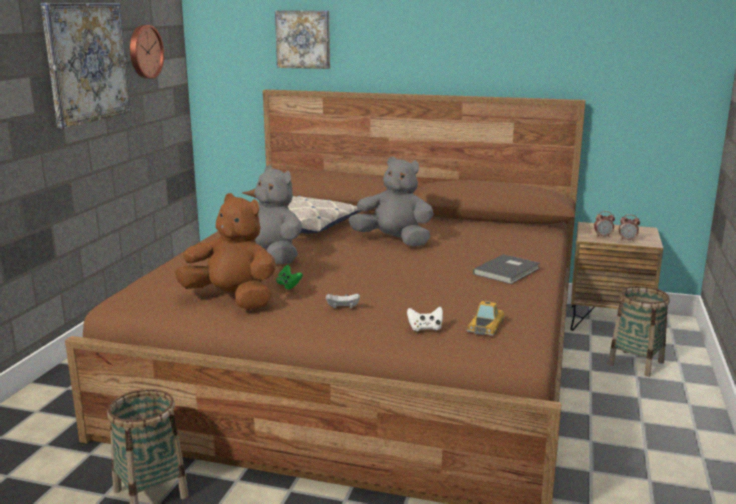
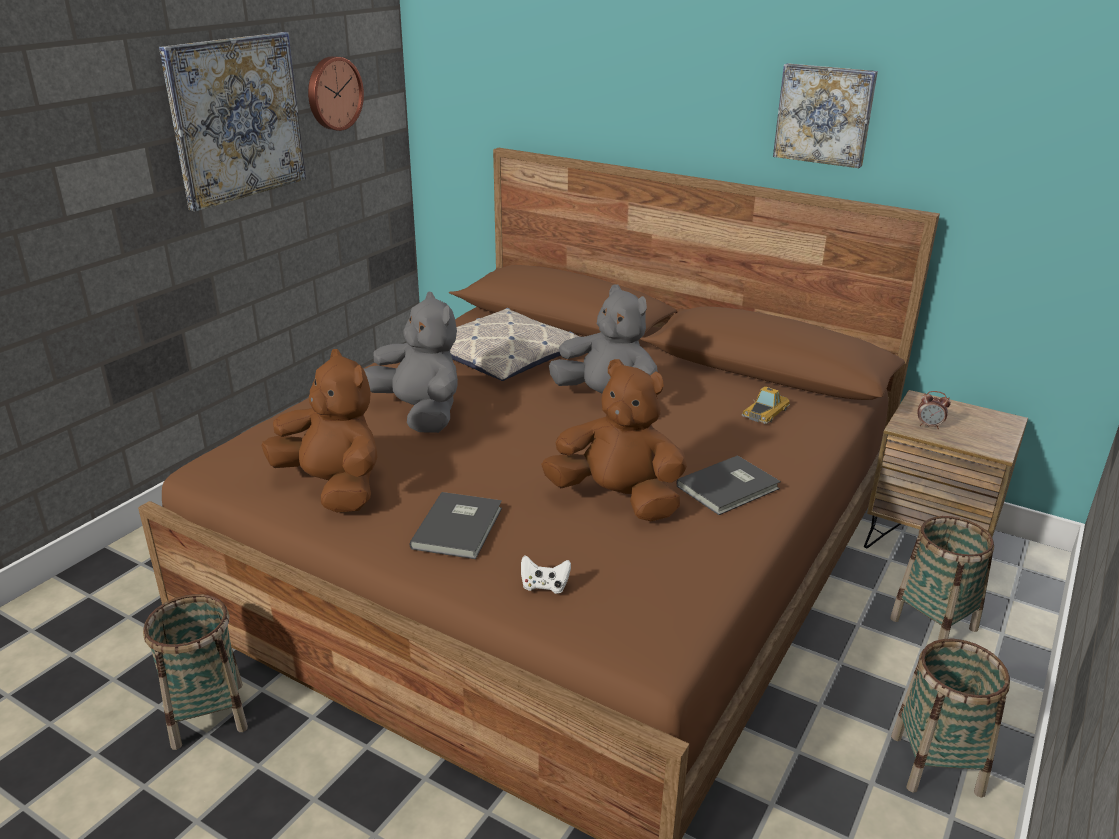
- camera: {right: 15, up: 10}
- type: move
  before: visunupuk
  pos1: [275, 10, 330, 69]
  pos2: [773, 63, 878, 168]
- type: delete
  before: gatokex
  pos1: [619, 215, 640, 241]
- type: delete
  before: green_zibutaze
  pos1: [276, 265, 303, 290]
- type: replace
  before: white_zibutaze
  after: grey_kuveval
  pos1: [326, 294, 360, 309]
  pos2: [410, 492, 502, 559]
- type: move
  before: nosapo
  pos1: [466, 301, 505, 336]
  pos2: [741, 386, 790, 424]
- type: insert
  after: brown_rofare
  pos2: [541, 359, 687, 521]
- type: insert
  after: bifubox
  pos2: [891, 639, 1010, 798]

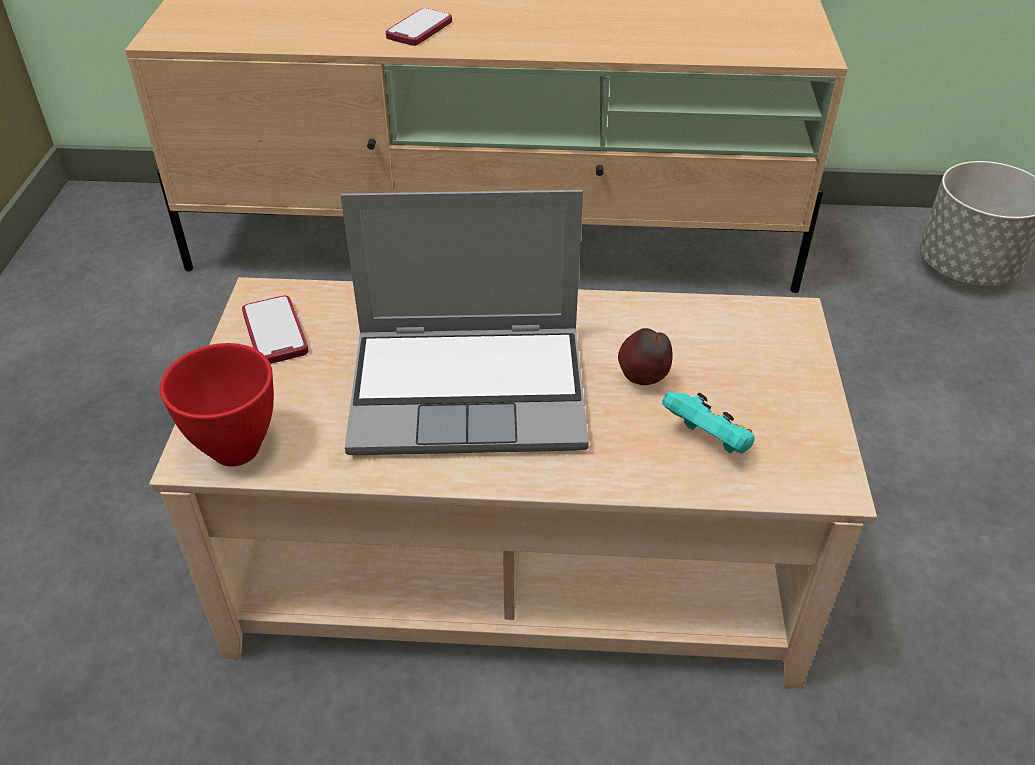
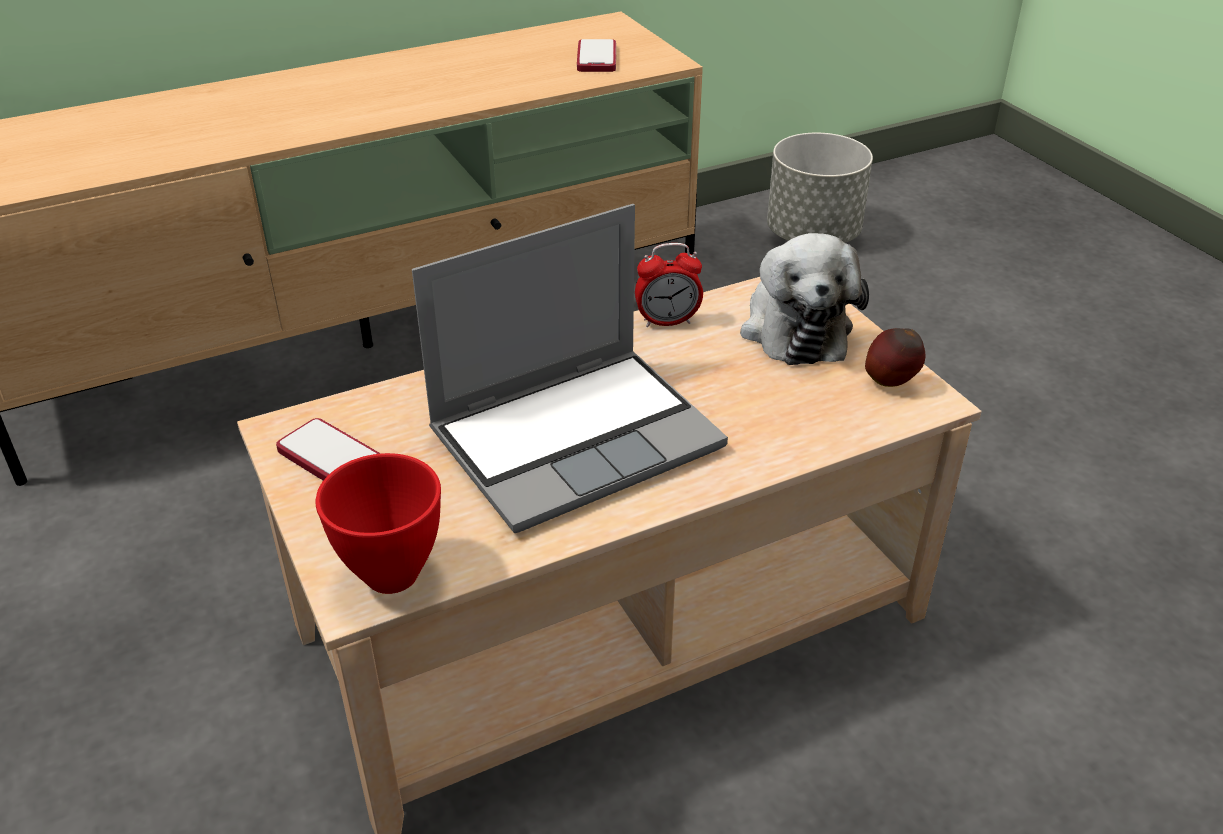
- camera: {right: -30, up: -5}
- type: move
  before: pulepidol
  pos1: [386, 8, 452, 46]
  pos2: [577, 39, 616, 72]
- type: move
  before: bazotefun
  pos1: [618, 328, 673, 385]
  pos2: [865, 328, 925, 387]
- type: delete
  before: turquoise_zibutaze
  pos1: [662, 392, 755, 453]
- type: insert
  after: rofare
  pos2: [740, 233, 869, 365]
- type: insert
  after: gatokex
  pos2: [635, 243, 703, 327]

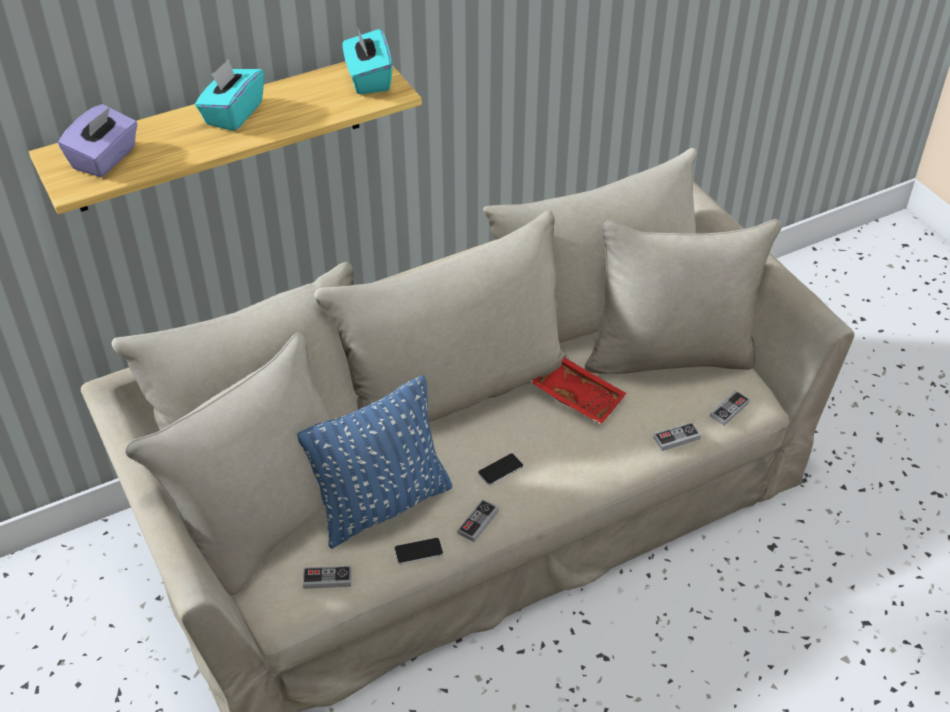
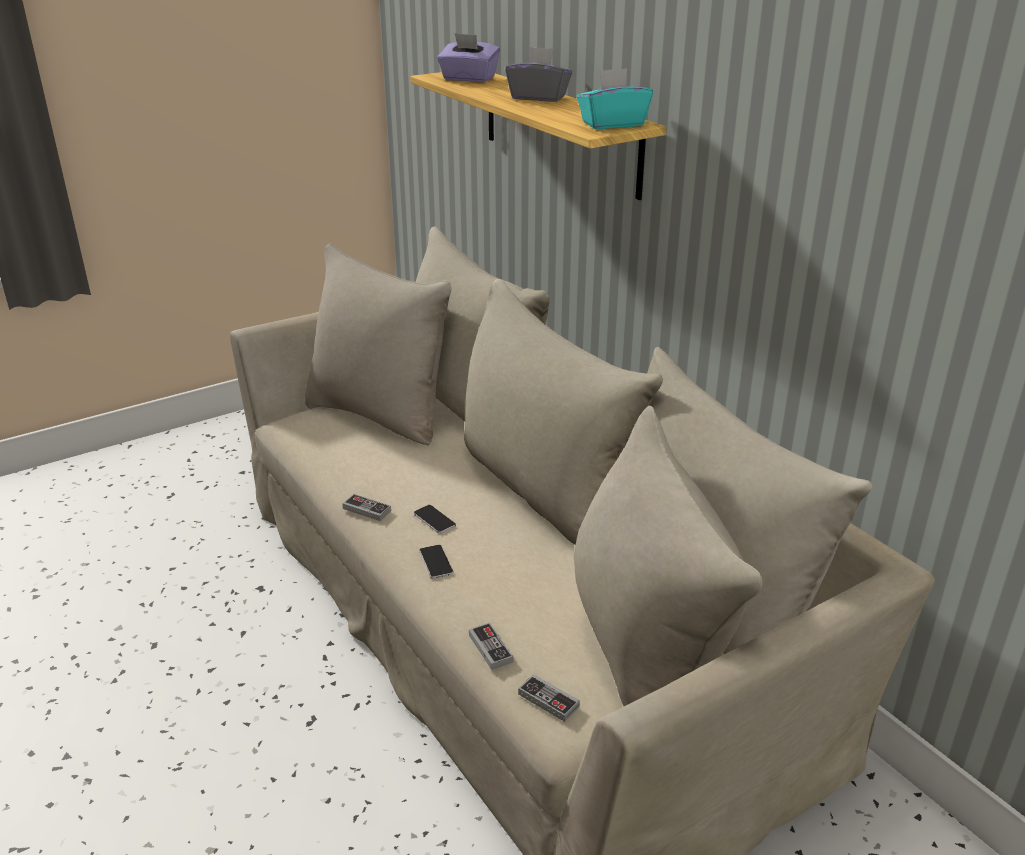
- camera: {right: 85, up: -15}
- type: recolor
  before: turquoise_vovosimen
  after: grey_vovosimen
  pos1: [195, 59, 264, 131]
  pos2: [505, 47, 572, 102]
- type: delete
  before: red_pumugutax
  pos1: [530, 357, 626, 425]
- type: delete
  before: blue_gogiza
  pos1: [297, 375, 452, 549]
- type: move
  before: pulepidol
  pos1: [394, 538, 443, 565]
  pos2: [419, 545, 453, 579]
- type: delete
  before: zibutaze
  pos1: [303, 566, 351, 589]

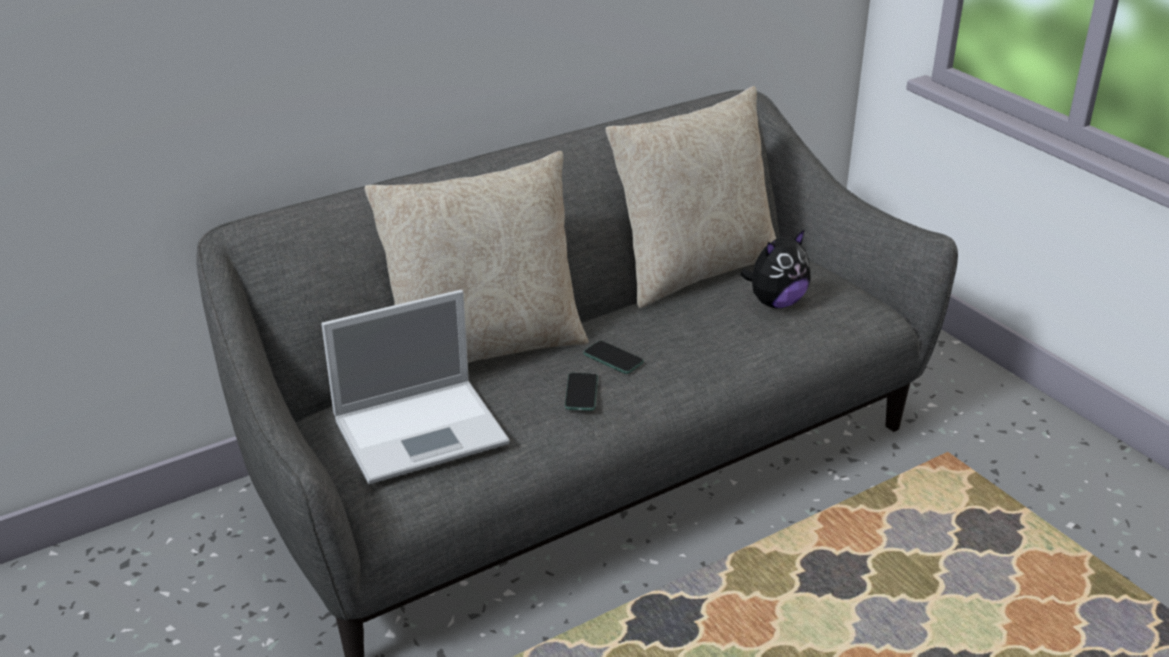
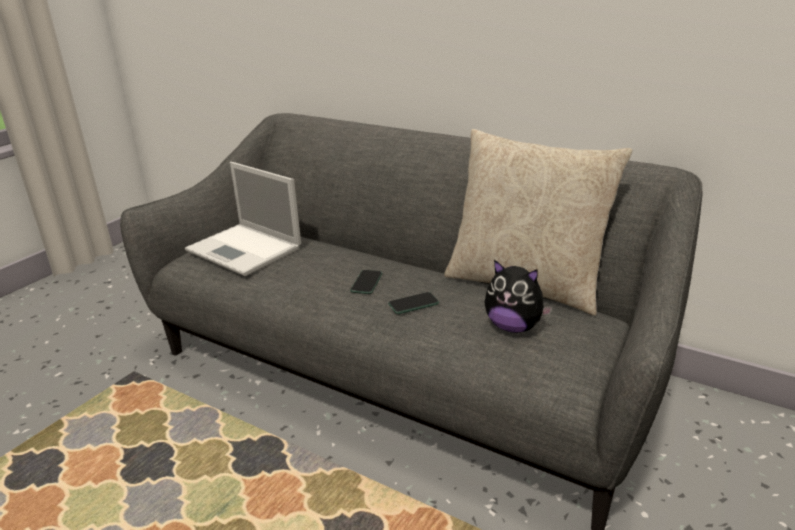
- camera: {right: 65, up: -5}
- type: delete
  before: beige_gogiza
  pos1: [364, 151, 589, 363]
- type: move
  before: pulepidol
  pos1: [565, 373, 598, 411]
  pos2: [388, 292, 439, 314]

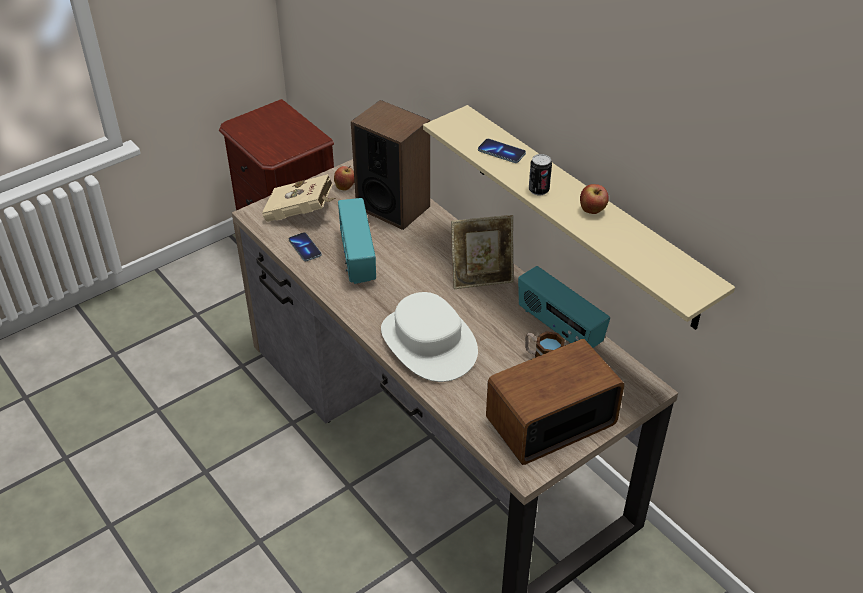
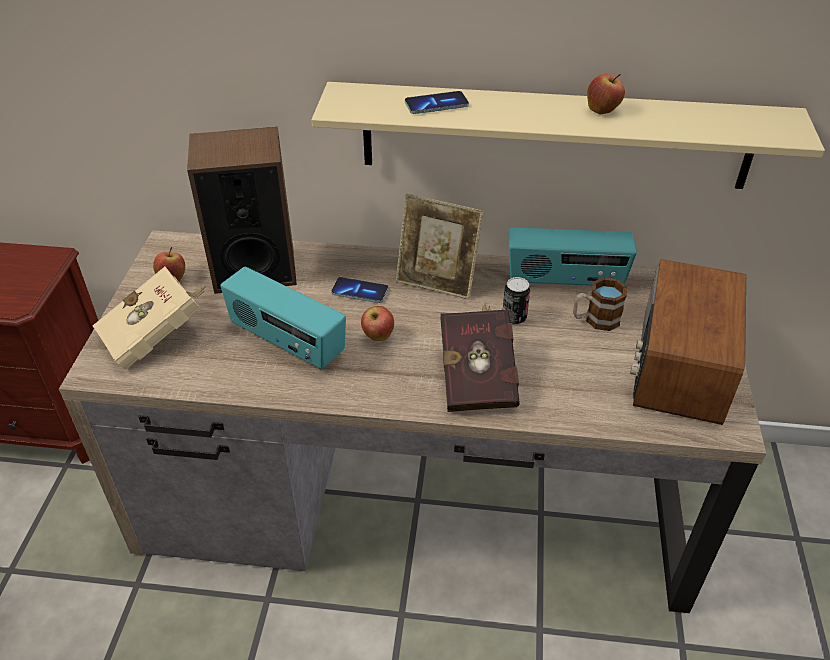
- camera: {right: -45, up: 0}
- type: move
  before: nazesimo
  pos1: [529, 154, 552, 195]
  pos2: [503, 277, 530, 325]
- type: rotate
  before: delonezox
  pos1: [451, 215, 514, 289]
  pos2: [396, 193, 484, 300]
  turn: 75
- type: move
  before: pulepidol
  pos1: [289, 232, 322, 261]
  pos2: [331, 277, 388, 303]
- type: replace
  before: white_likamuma
  after: red_kuveval
  pos1: [381, 292, 478, 382]
  pos2: [440, 302, 520, 412]
- type: insert
  after: bazotefun
  pos2: [361, 306, 394, 341]

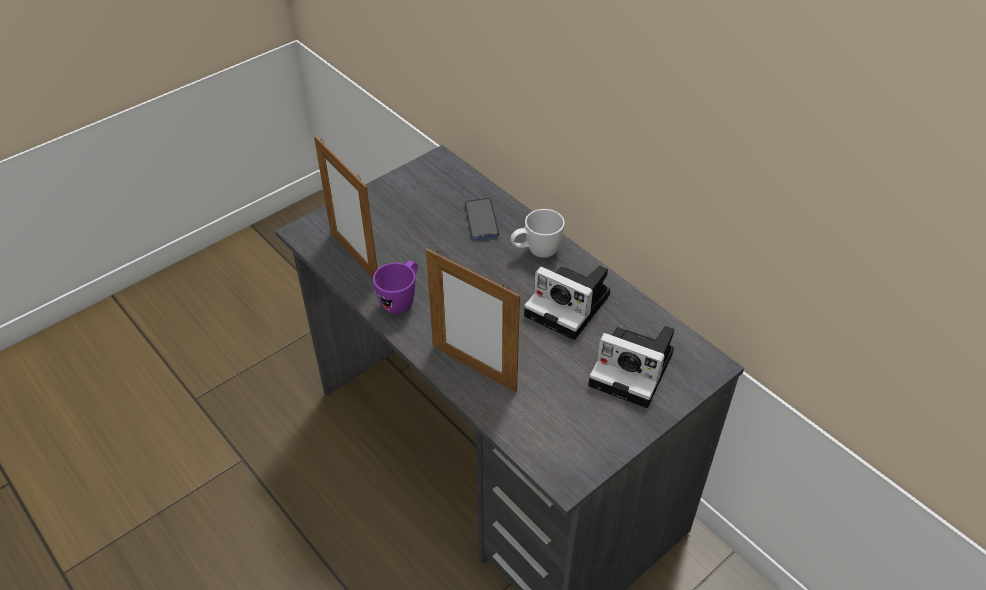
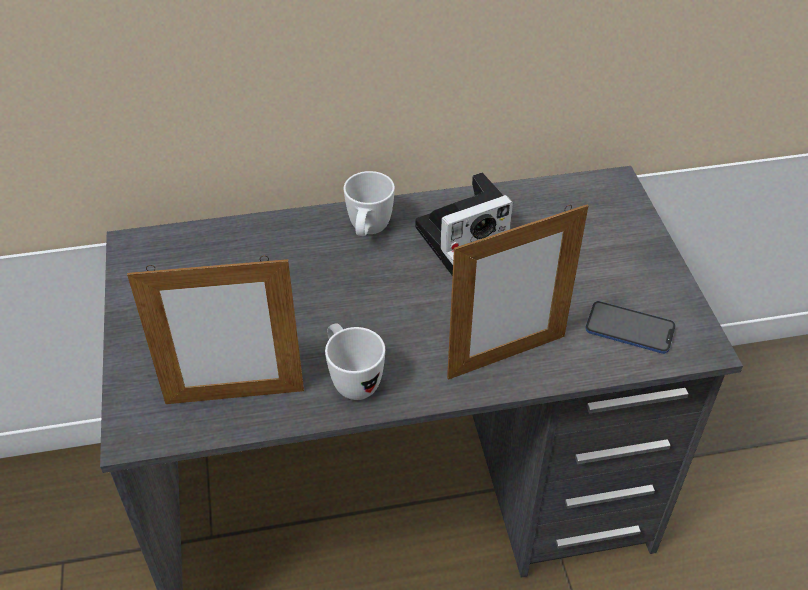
- camera: {right: -60, up: 0}
- type: move
  before: pulepidol
  pos1: [464, 198, 499, 240]
  pos2: [585, 301, 676, 354]
- type: recolor
  before: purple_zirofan
  after: white_zirofan
  pos1: [373, 261, 418, 314]
  pos2: [325, 323, 385, 400]
- type: delete
  before: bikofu
  pos1: [588, 326, 674, 408]

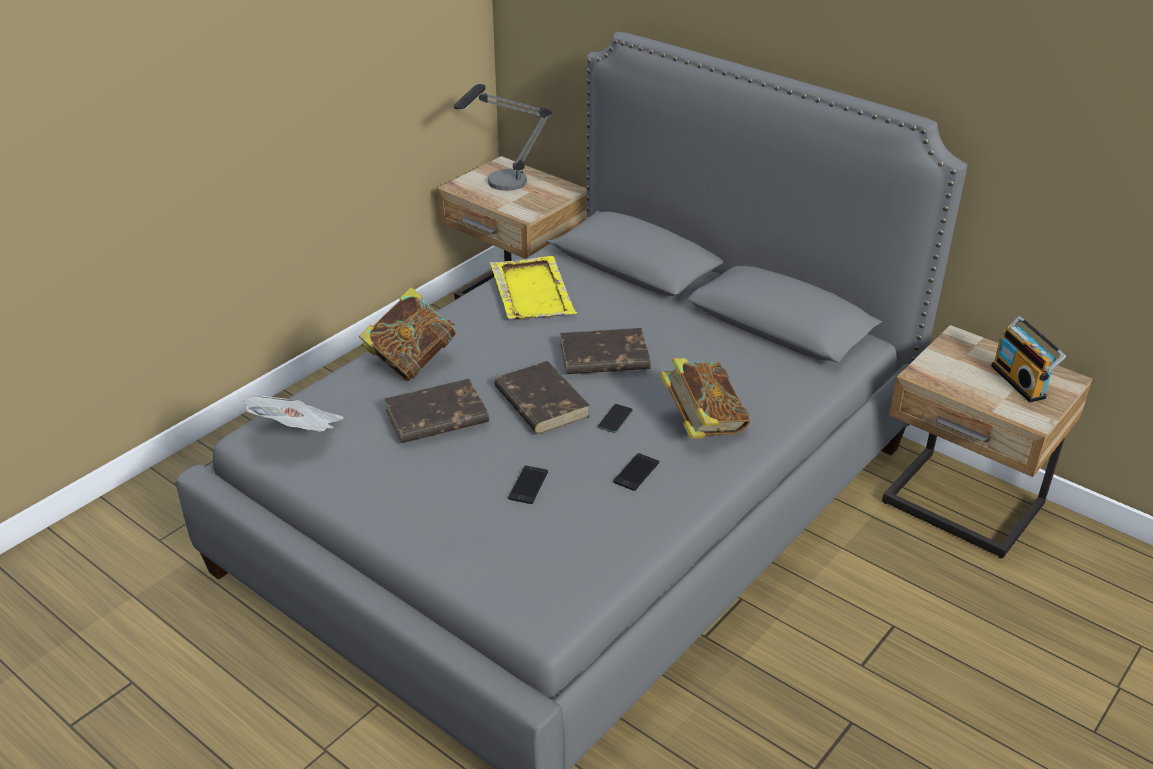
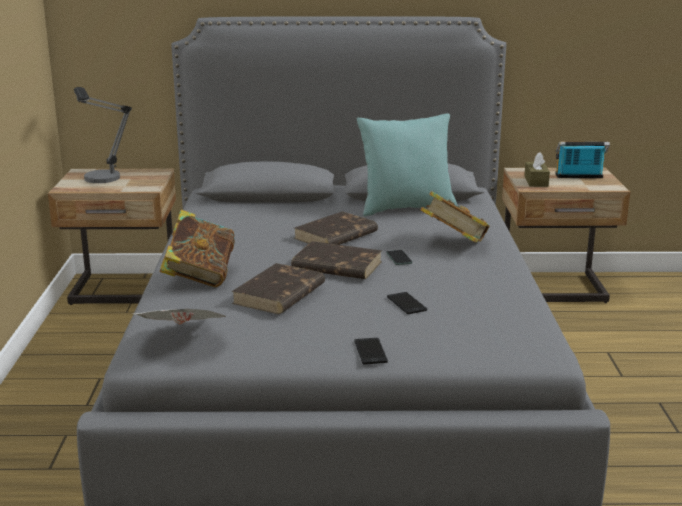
- camera: {right: -40, up: -15}
- type: delete
  before: yellow_pumugutax
  pos1: [490, 256, 577, 320]
- type: rotate
  before: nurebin
  pos1: [991, 316, 1066, 402]
  pos2: [555, 142, 610, 178]
  turn: 150
- type: move
  before: pulepidol
  pos1: [613, 453, 659, 491]
  pos2: [354, 338, 388, 364]
- type: insert
  after: turquoise_gogiza
  pos2: [357, 114, 458, 216]
- type: insert
  after: brown_vovosimen
  pos2: [524, 152, 550, 187]

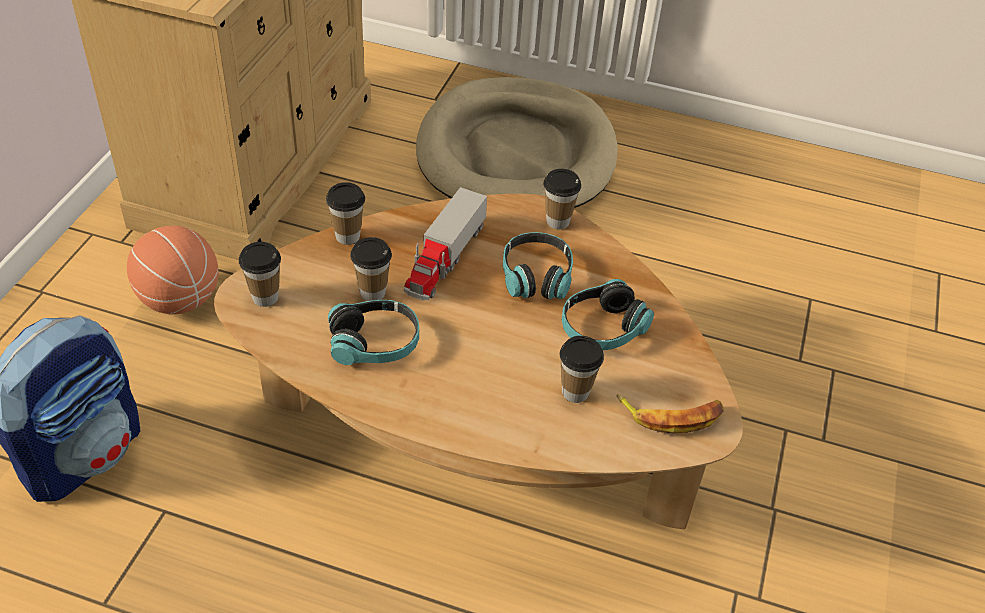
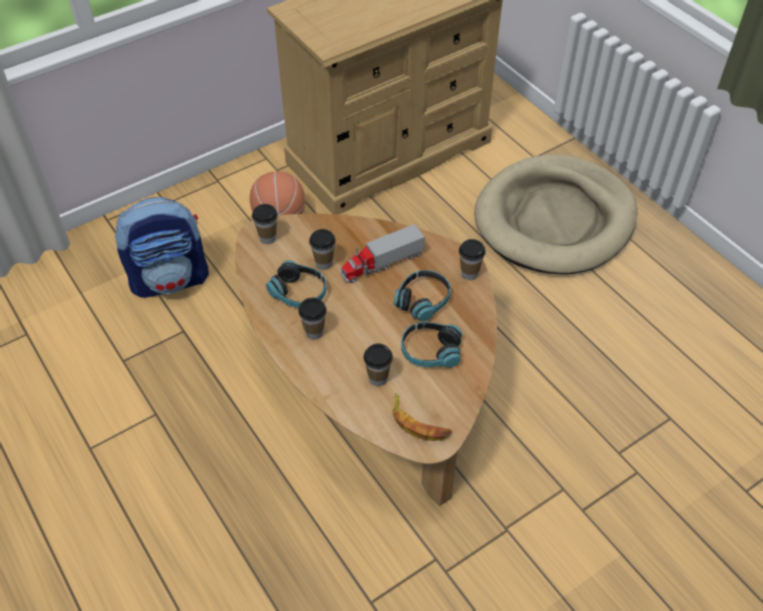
- camera: {right: 40, up: 5}
- type: move
  before: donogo
  pos1: [326, 182, 365, 245]
  pos2: [298, 298, 327, 340]

